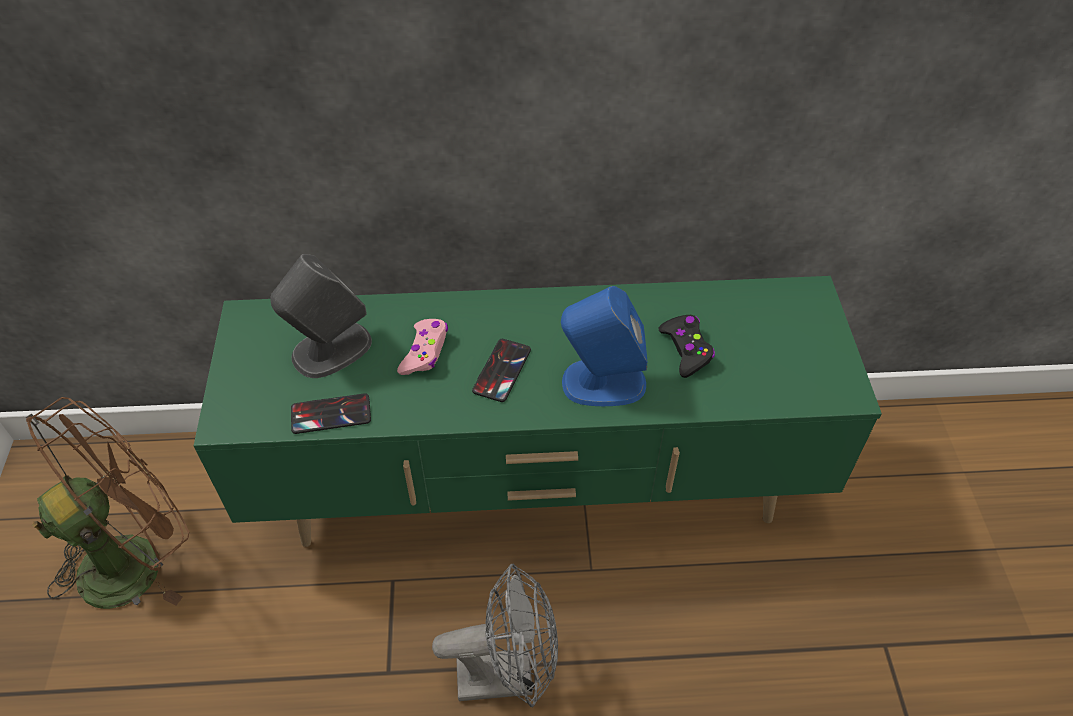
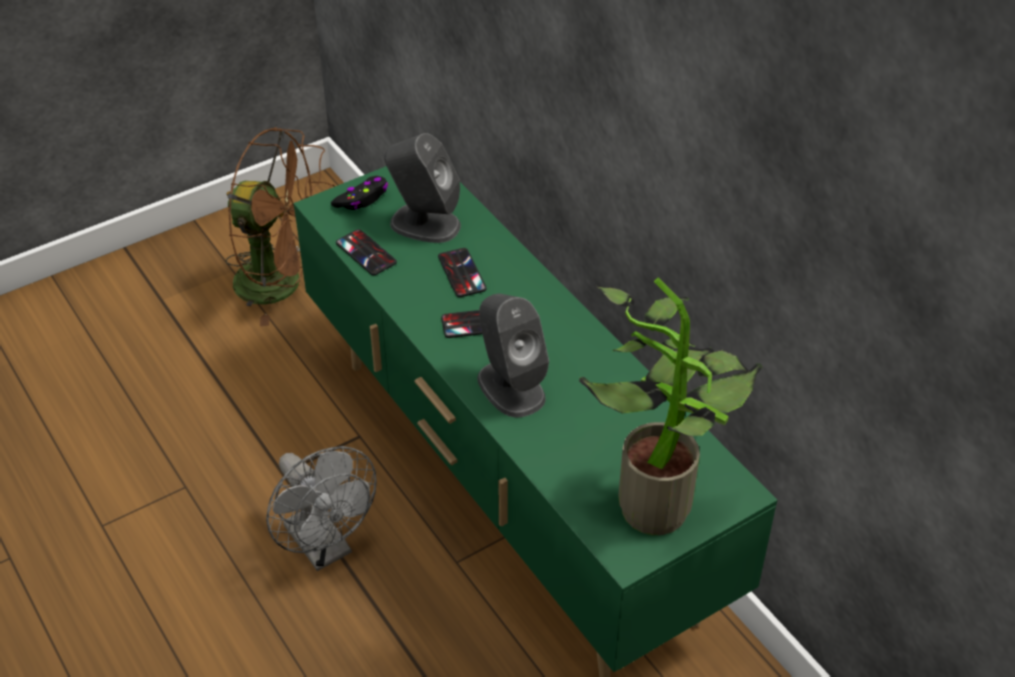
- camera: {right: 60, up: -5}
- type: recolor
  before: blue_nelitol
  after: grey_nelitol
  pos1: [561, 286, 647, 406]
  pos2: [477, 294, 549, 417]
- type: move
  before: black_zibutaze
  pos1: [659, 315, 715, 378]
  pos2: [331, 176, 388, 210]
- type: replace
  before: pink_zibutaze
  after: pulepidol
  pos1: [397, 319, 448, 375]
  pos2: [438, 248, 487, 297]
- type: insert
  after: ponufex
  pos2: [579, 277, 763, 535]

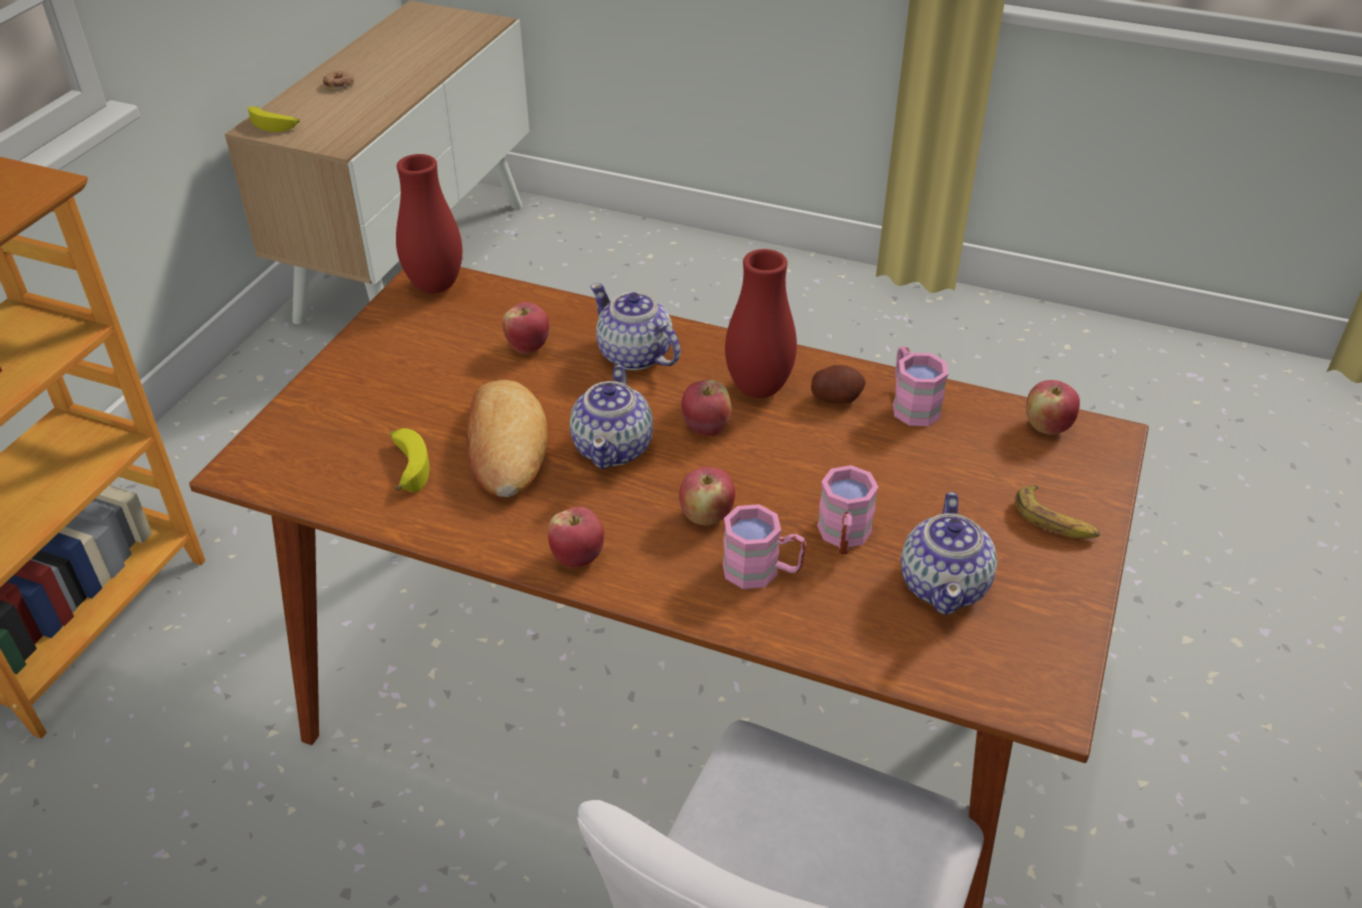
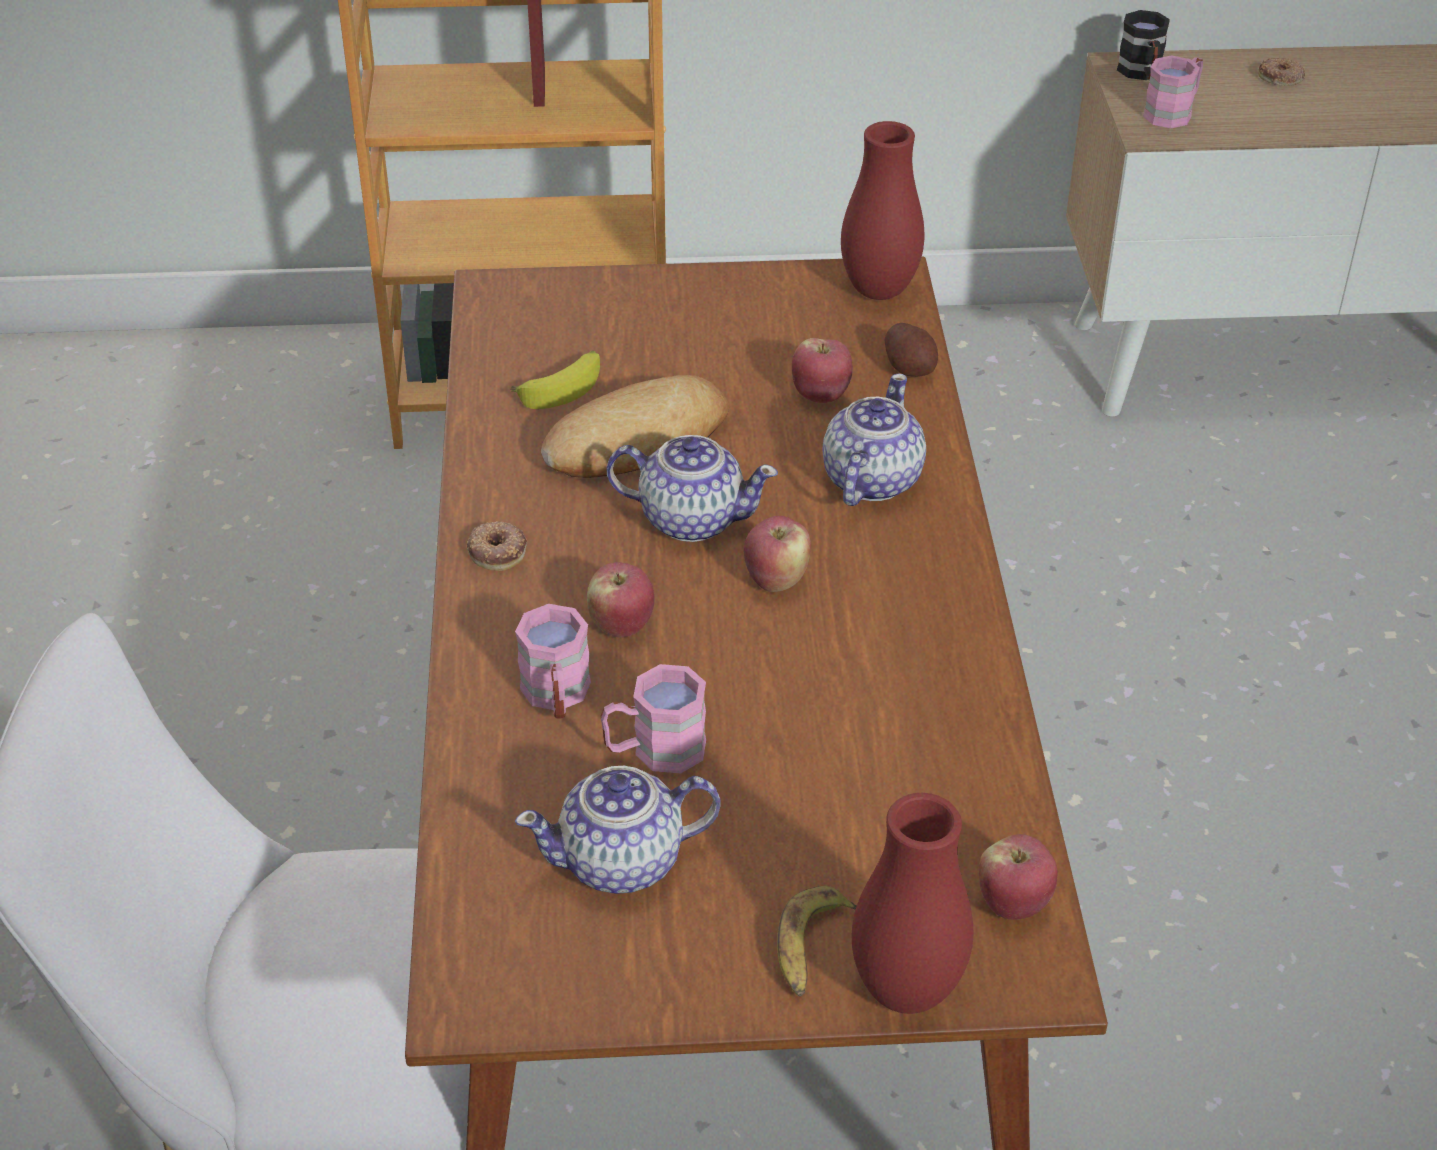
- camera: {right: 65, up: 0}
- type: replace
  before: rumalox
  after: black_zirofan
  pos1: [248, 106, 300, 132]
  pos2: [1117, 10, 1170, 80]
- type: move
  before: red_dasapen
  pos1: [725, 249, 797, 398]
  pos2: [852, 793, 973, 1014]
- type: move
  before: pink_zirofan
  pos1: [893, 346, 948, 426]
  pos2: [1143, 55, 1203, 128]
- type: rotate
  before: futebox
  pos1: [570, 365, 653, 469]
  pos2: [606, 435, 778, 542]
  turn: -150
- type: move
  before: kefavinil
  pos1: [811, 365, 866, 404]
  pos2: [884, 323, 938, 377]
- type: replace
  before: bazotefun
  after: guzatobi
  pos1: [548, 507, 604, 568]
  pos2: [467, 521, 527, 571]

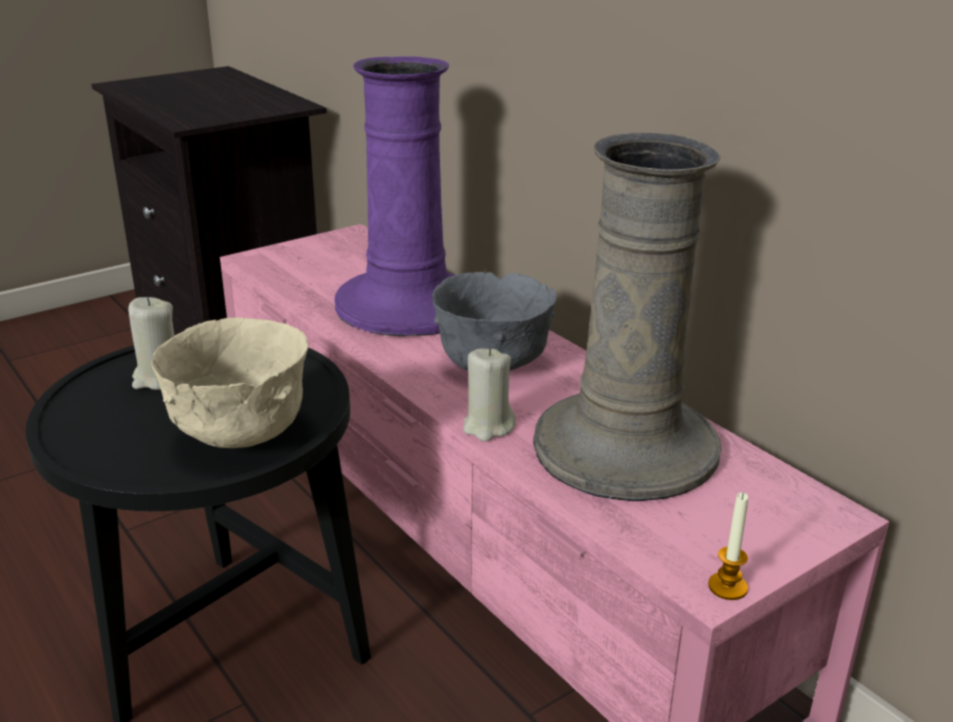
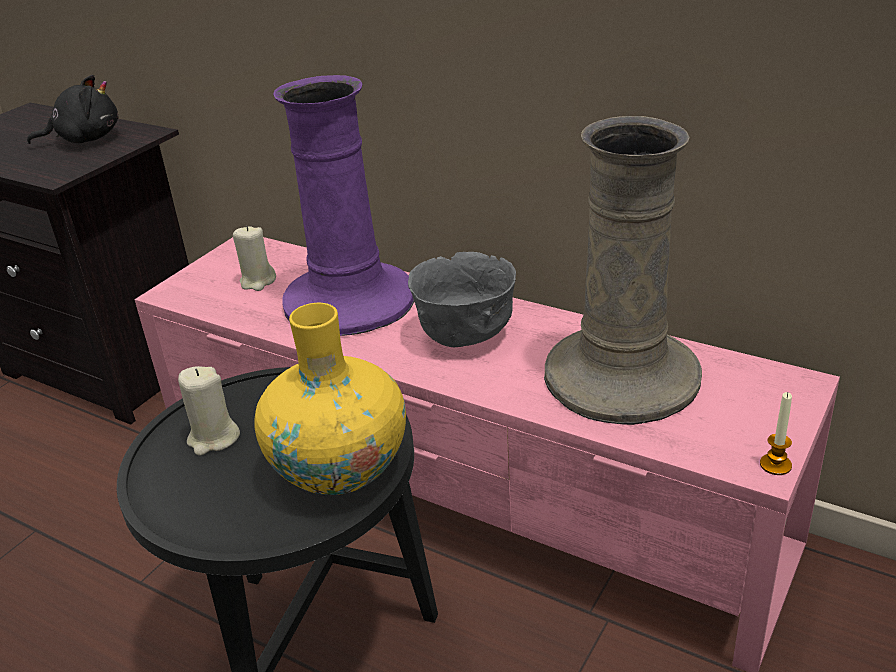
- camera: {right: -20, up: 5}
- type: replace
  before: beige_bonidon
  after: yellow_dasapen
  pos1: [151, 317, 309, 448]
  pos2: [254, 303, 406, 495]
- type: move
  before: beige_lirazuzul
  pos1: [463, 348, 516, 442]
  pos2: [233, 226, 276, 291]
- type: insert
  after: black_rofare
  pos2: [27, 75, 119, 144]

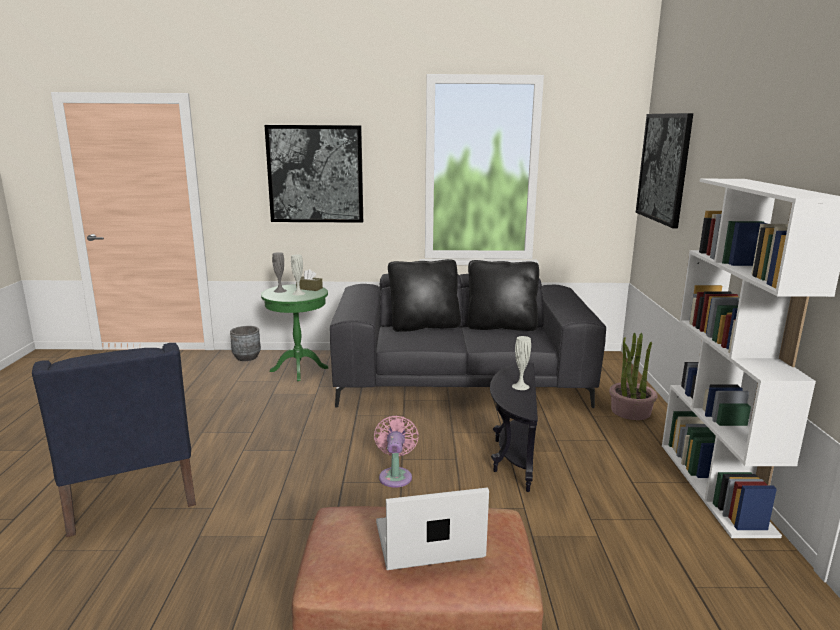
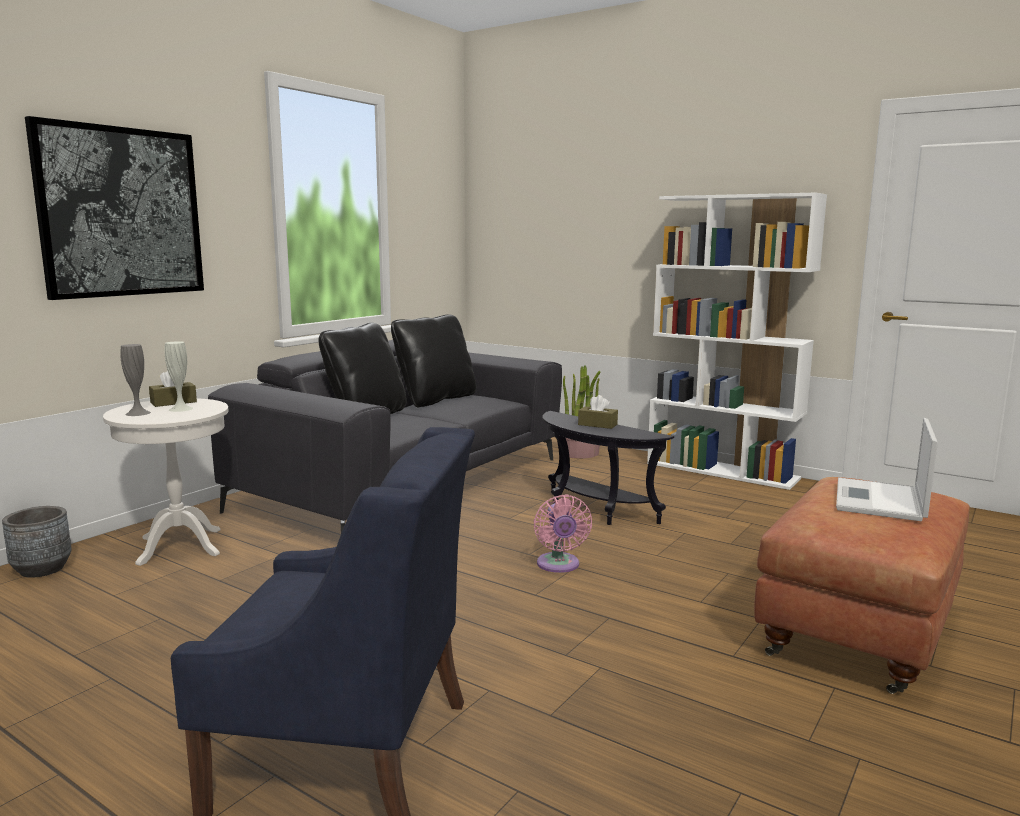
- camera: {right: -55, up: -5}
- type: delete
  before: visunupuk
  pos1: [636, 113, 693, 228]
- type: recolor
  before: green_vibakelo
  after: white_vibakelo
  pos1: [261, 284, 328, 381]
  pos2: [103, 398, 229, 566]
- type: replace
  before: white_dasapen
  after: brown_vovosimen
  pos1: [512, 336, 531, 390]
  pos2: [578, 395, 618, 429]
- type: rotate
  before: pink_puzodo
  pos1: [374, 415, 419, 488]
  pos2: [533, 495, 592, 573]
  turn: -135

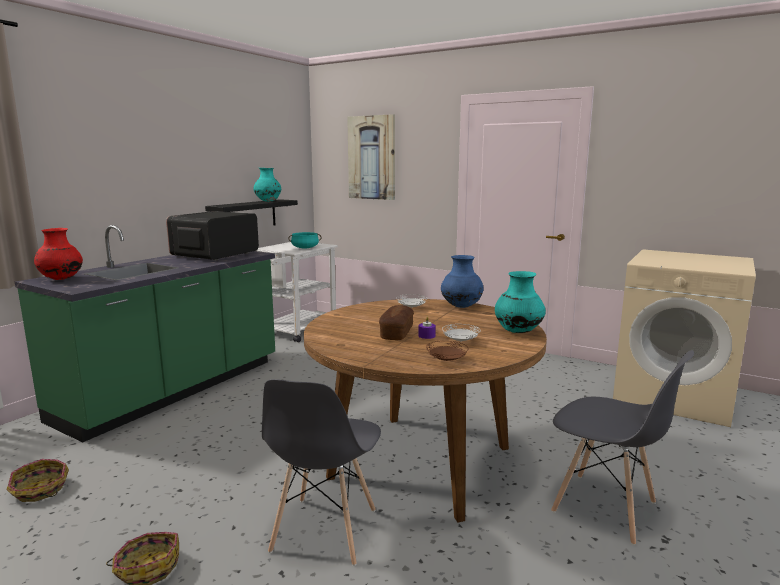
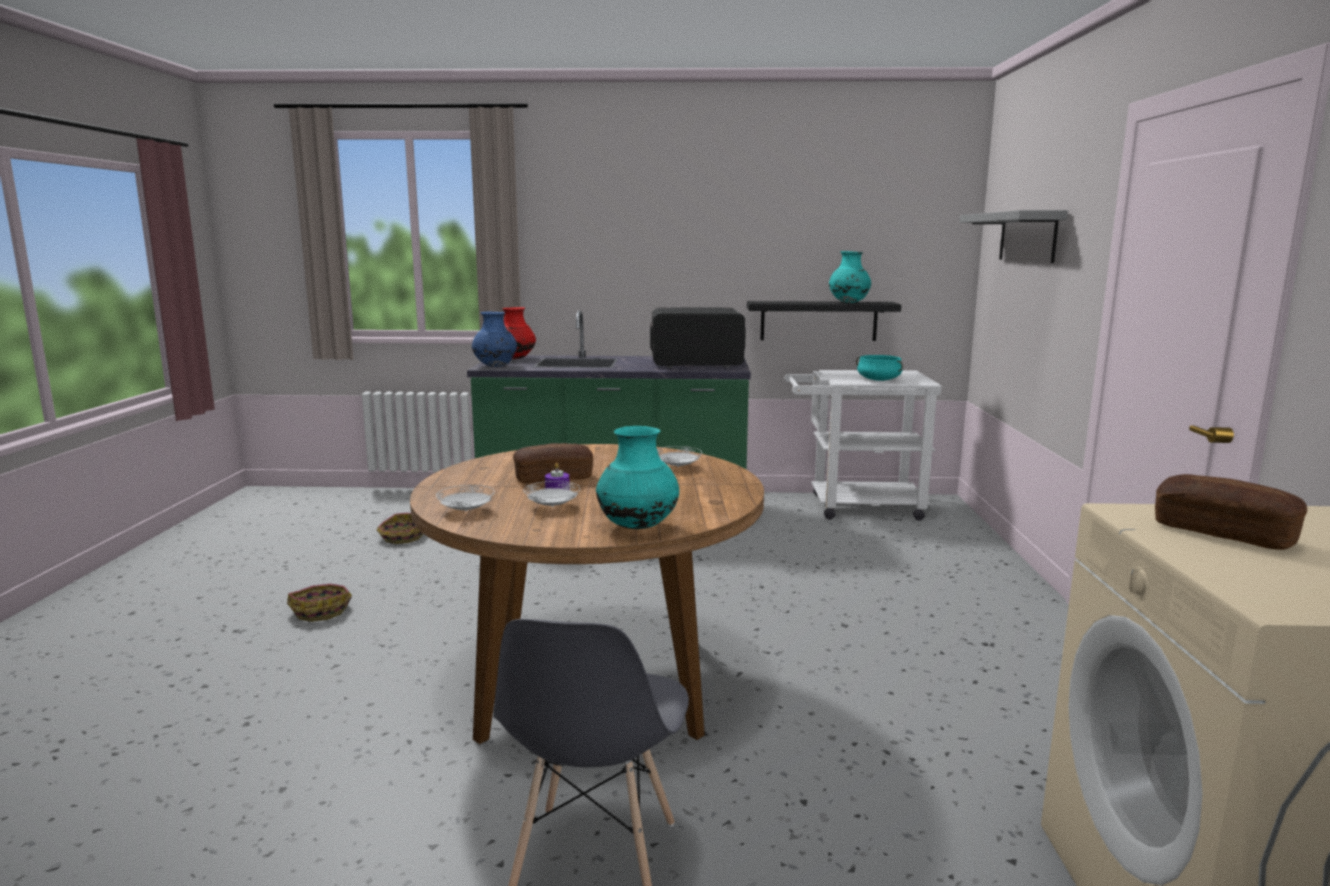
- camera: {right: 60, up: 0}
- type: replace
  before: visunupuk
  after: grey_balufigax
  pos1: [347, 114, 395, 200]
  pos2: [959, 210, 1068, 263]
- type: move
  before: blue_dasapen
  pos1: [441, 255, 484, 308]
  pos2: [472, 312, 517, 367]
- type: recolor
  before: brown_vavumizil
  after: white_vavumizil
  pos1: [426, 341, 468, 361]
  pos2: [436, 485, 495, 511]
- type: delete
  before: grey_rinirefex
  pos1: [262, 379, 381, 566]
- type: insert
  after: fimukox
  pos2: [1155, 474, 1307, 550]

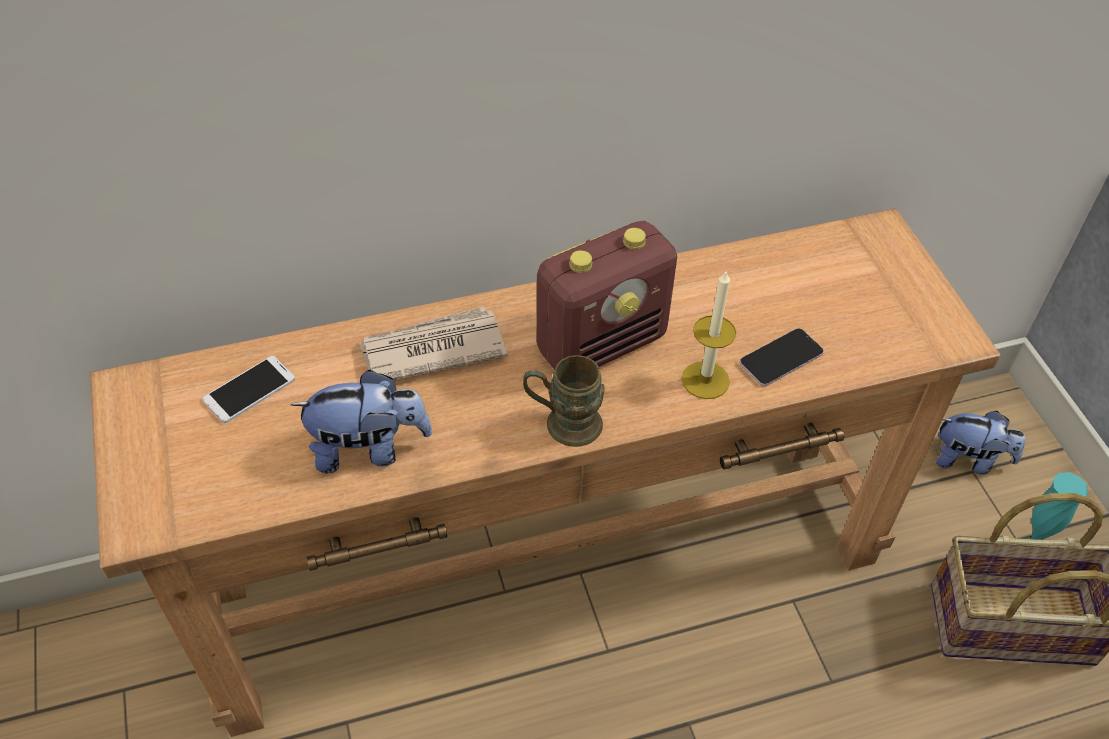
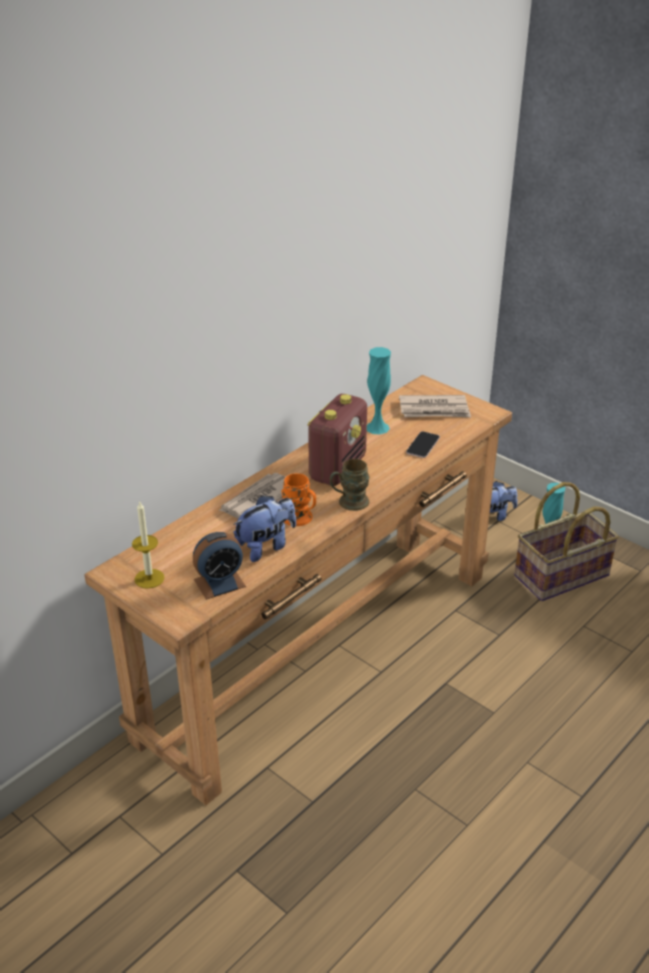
- camera: {right: -30, up: -15}
- type: move
  before: lirazuzul
  pos1: [681, 271, 736, 399]
  pos2: [132, 502, 164, 589]
- type: delete
  before: pulepidol
  pos1: [202, 356, 295, 423]
- type: insert
  after: turquoise_dasapen
  pos2: [367, 347, 391, 435]
- type: insert
  after: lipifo
  pos2: [399, 395, 471, 417]
- type: insert
  after: orange_zirofan
  pos2: [281, 473, 316, 526]
- type: insert
  after: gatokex
  pos2: [193, 532, 246, 600]

